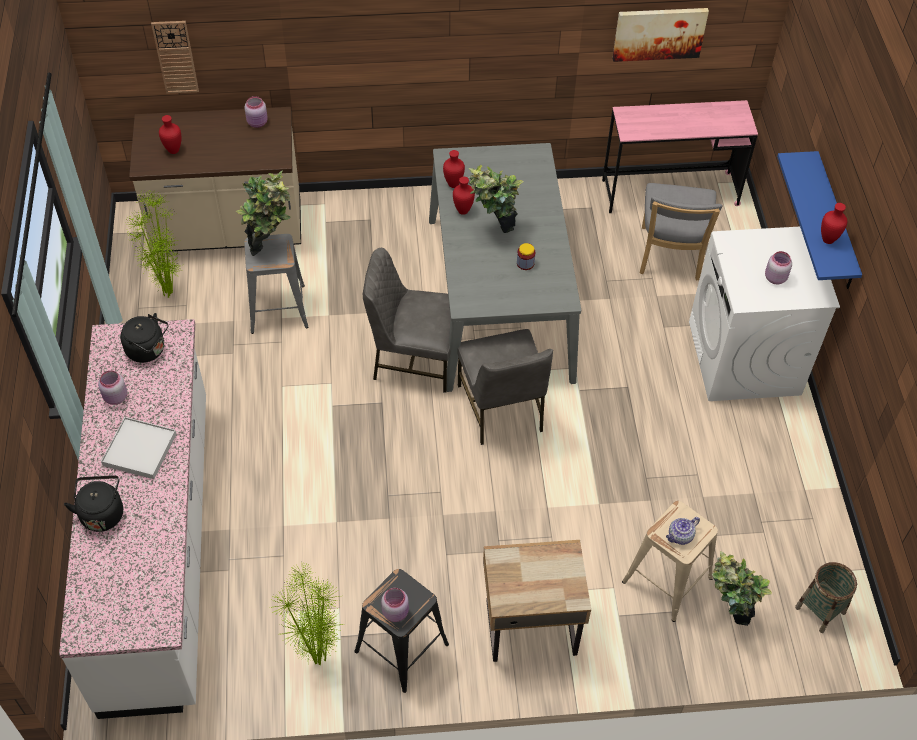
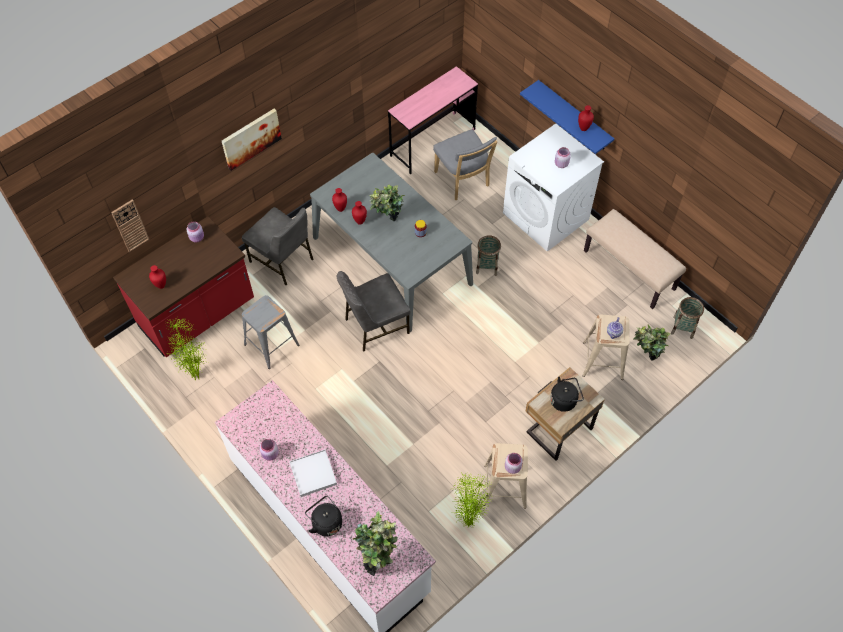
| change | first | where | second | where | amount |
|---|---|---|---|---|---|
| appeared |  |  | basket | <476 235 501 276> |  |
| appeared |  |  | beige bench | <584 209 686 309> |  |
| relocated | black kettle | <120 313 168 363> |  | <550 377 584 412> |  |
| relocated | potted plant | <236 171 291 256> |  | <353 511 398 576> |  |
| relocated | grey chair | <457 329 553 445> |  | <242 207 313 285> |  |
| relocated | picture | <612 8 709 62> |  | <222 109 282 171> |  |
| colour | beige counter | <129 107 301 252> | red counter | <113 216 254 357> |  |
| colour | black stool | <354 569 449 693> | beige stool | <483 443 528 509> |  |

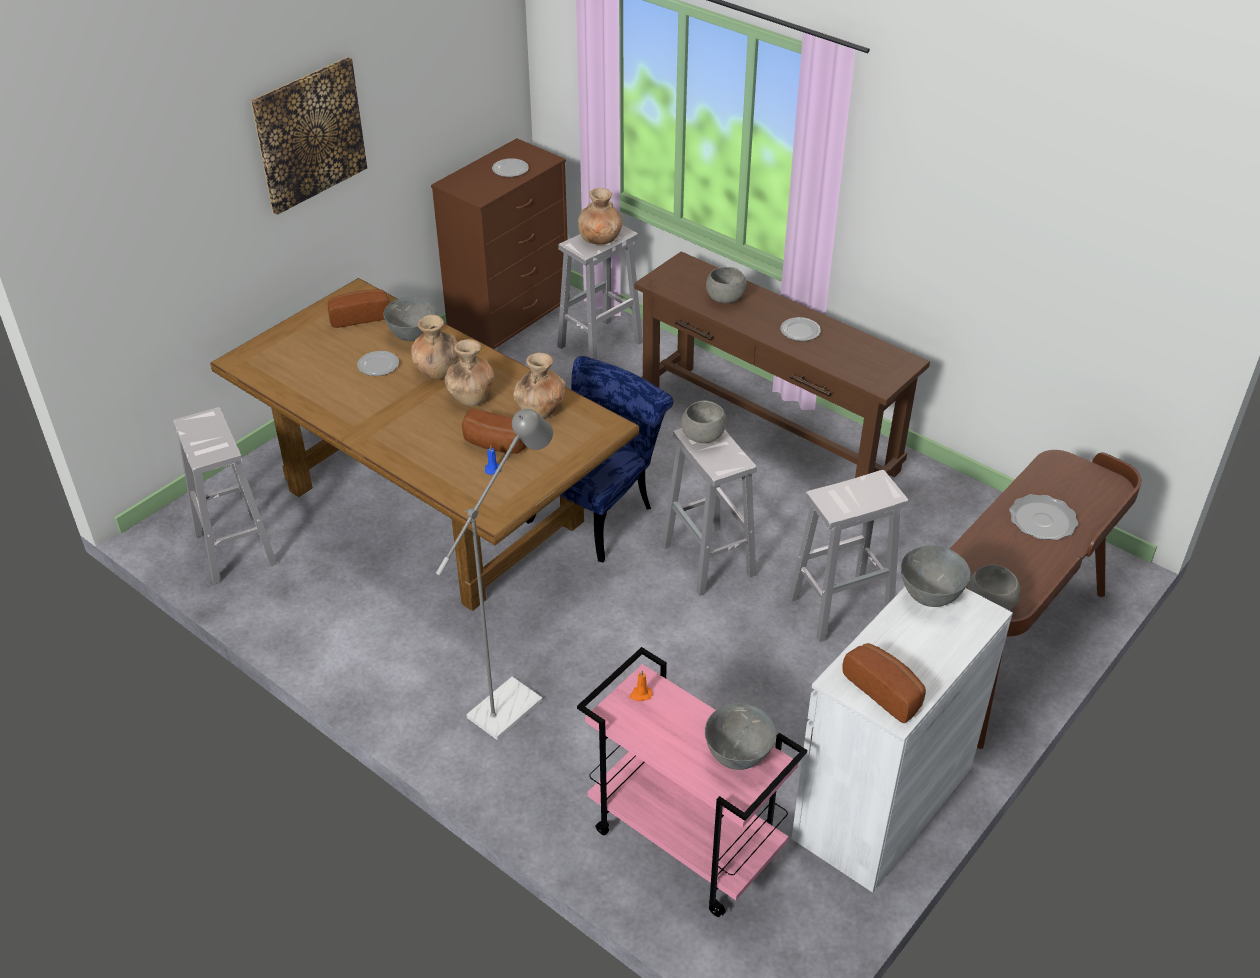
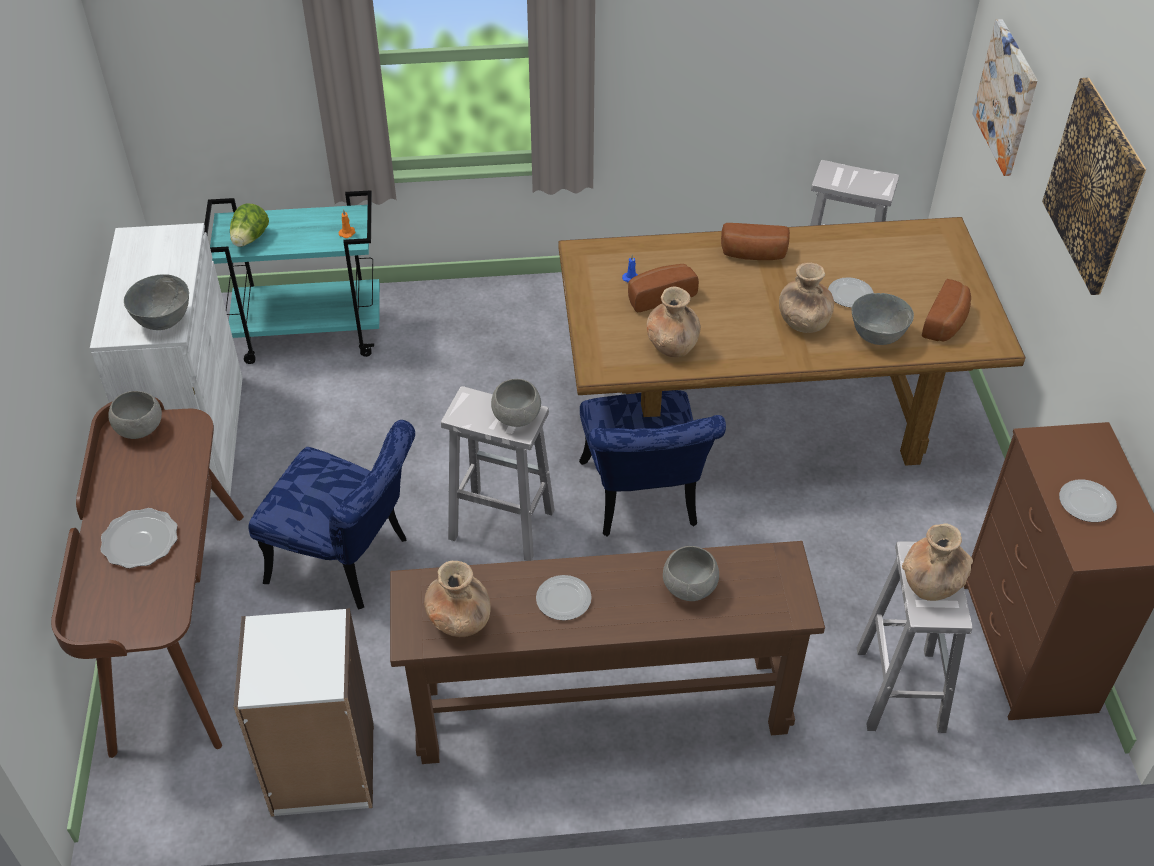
| change | first | where | second | where | amount |
|---|---|---|---|---|---|
| missing | grey floor lamp | <436 409 553 740> |  |  |  |
| appeared |  |  | white bookcase | <234 608 374 817> |  |
| appeared |  |  | picture | <972 19 1038 176> |  |
| relocated | brown vase | <445 339 494 406> |  | <424 561 491 637> |  |
| relocated | bread | <842 643 926 723> |  | <721 223 790 260> |  |
| exchanged | grey bowl | <705 703 776 770> | lettuce | <230 203 269 247> |  |
| exchanged | white stool | <789 470 909 642> | blue chair | <248 420 415 609> |  |
| colour | pink cart | <577 647 807 917> | turquoise cart | <204 190 380 364> |  |

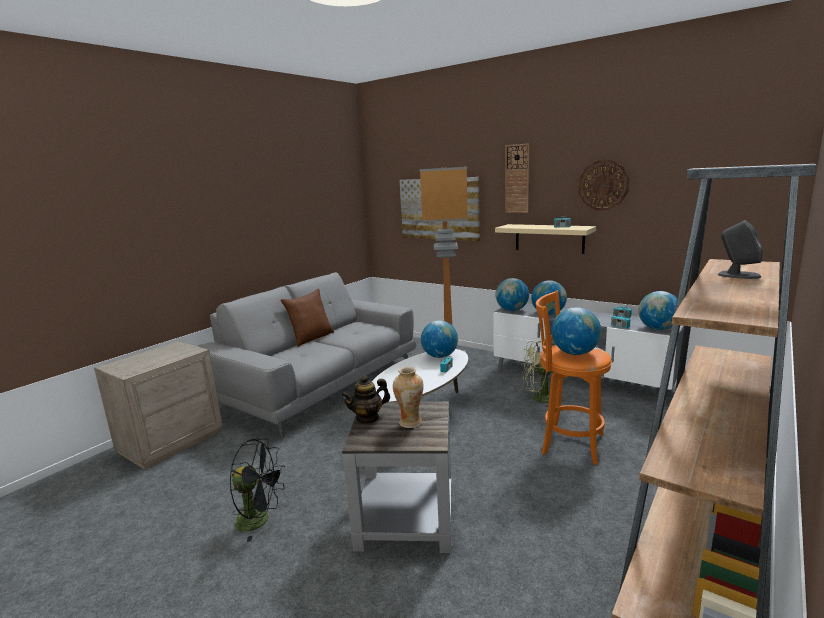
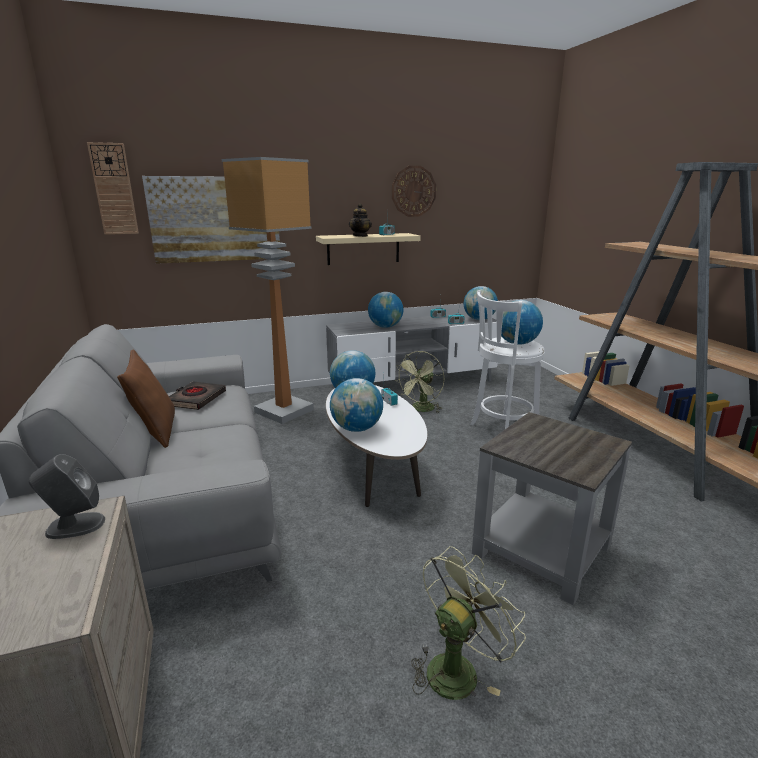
| change | first | where | second | where | amount |
|---|---|---|---|---|---|
| missing | vase | <393 367 423 428> |  |  |  |
| appeared |  |  | black book | <169 381 226 410> |  |
| relocated | teapot | <341 375 390 424> |  | <349 203 372 237> |  |
| relocated | globe | <495 278 529 311> |  | <330 378 383 432> |  |
| relocated | wall clock | <505 143 530 213> |  | <87 142 139 234> |  |
| relocated | grey speaker | <718 220 763 279> |  | <29 454 105 539> |  |
| colour | black fan | <230 439 285 542> | green fan | <411 546 526 700> |  |
| colour | orange stool | <536 291 612 465> | white stool | <470 290 545 429> |  |

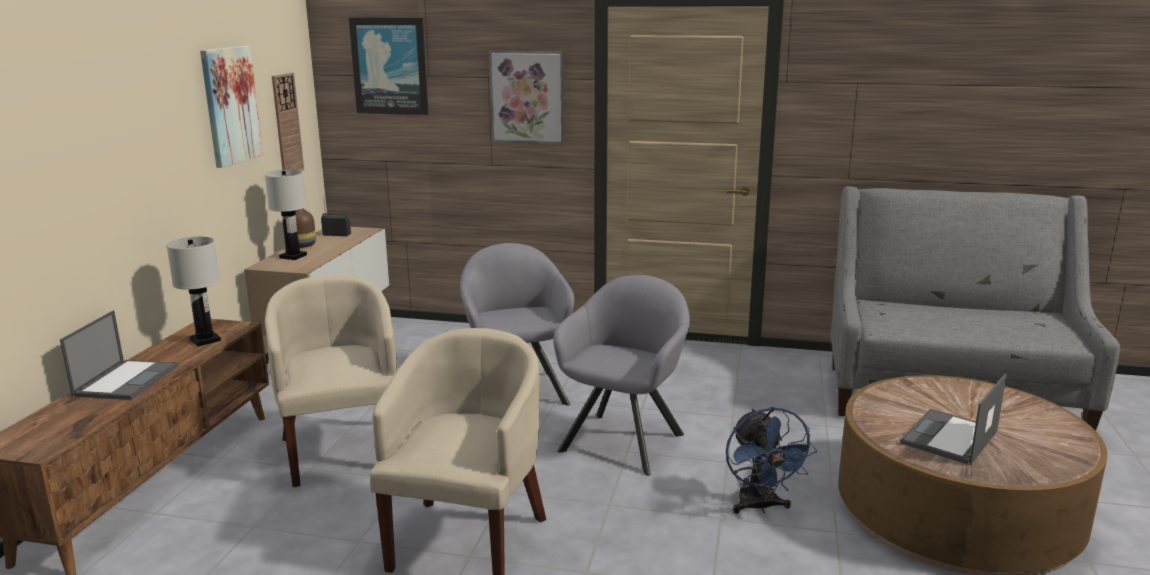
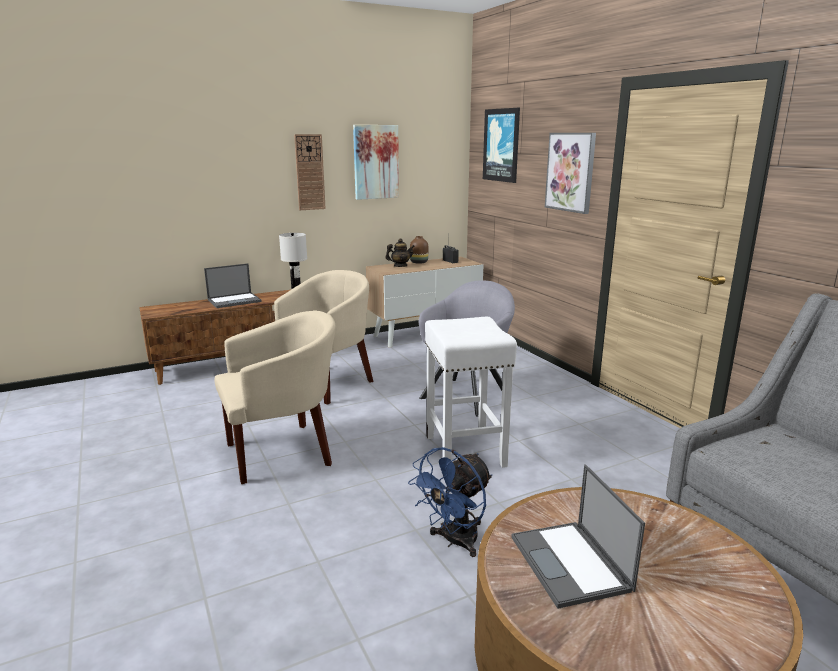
| change | first | where | second | where | amount |
|---|---|---|---|---|---|
| relocated | wall clock | <272 73 304 171> |  | <294 134 326 210> |  |
| exchanged | white table lamp | <265 170 307 260> | teapot | <385 238 415 267> |  |
| exchanged | grey armchair | <553 275 690 476> | white stool | <425 317 517 468> |  |
| spun | laptop | <900 374 1007 465> |  | <511 464 645 609> | 105 degrees counterclockwise |

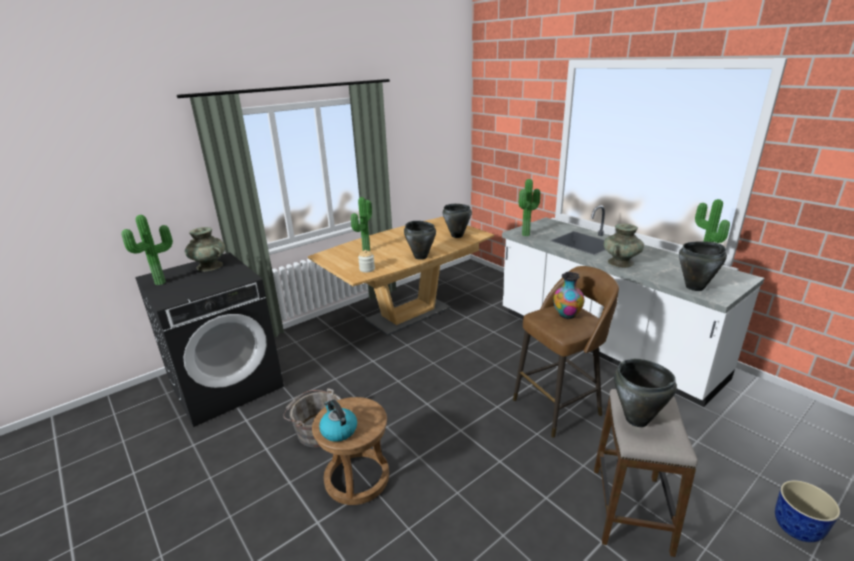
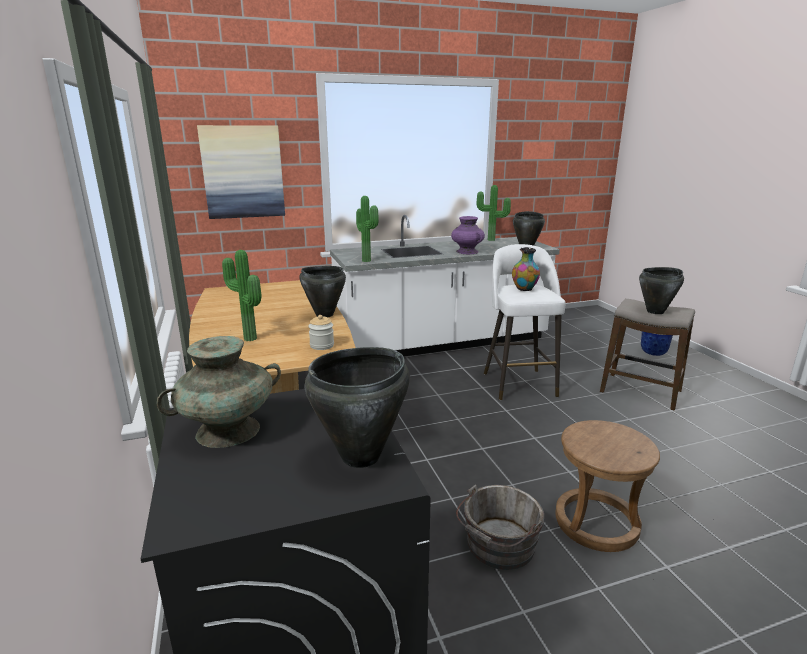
| change | first | where | second | where | amount |
|---|---|---|---|---|---|
| missing | potted plant | <121 215 173 285> |  |  |  |
| missing | kettle | <319 400 357 442> |  |  |  |
| appeared |  |  | picture | <197 125 285 219> |  |
| relocated | black cooking pot | <443 204 472 238> |  | <305 347 410 468> |  |
| colour | brown stool | <513 266 619 438> | white stool | <484 244 566 400> |  |
| colour | turquoise vase | <604 224 644 268> | purple vase | <451 216 485 254> |  |

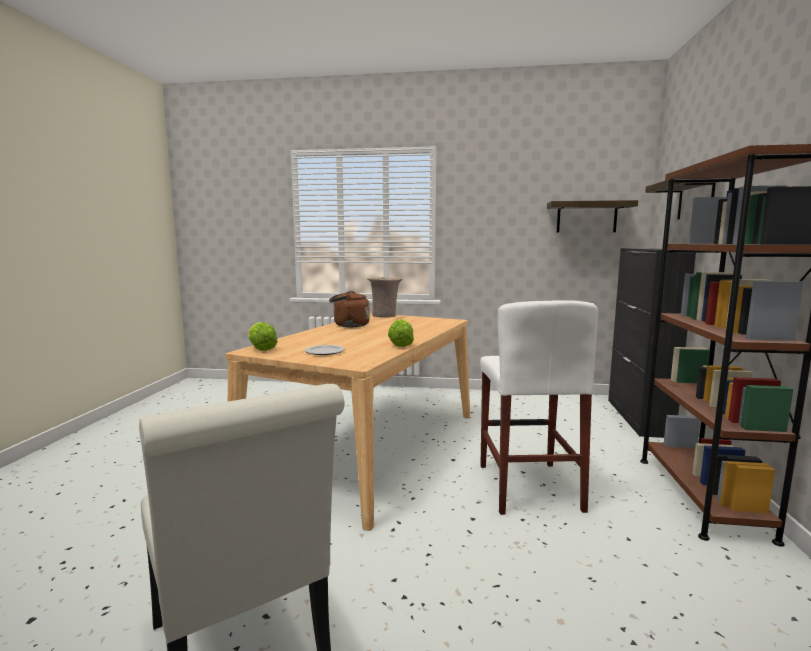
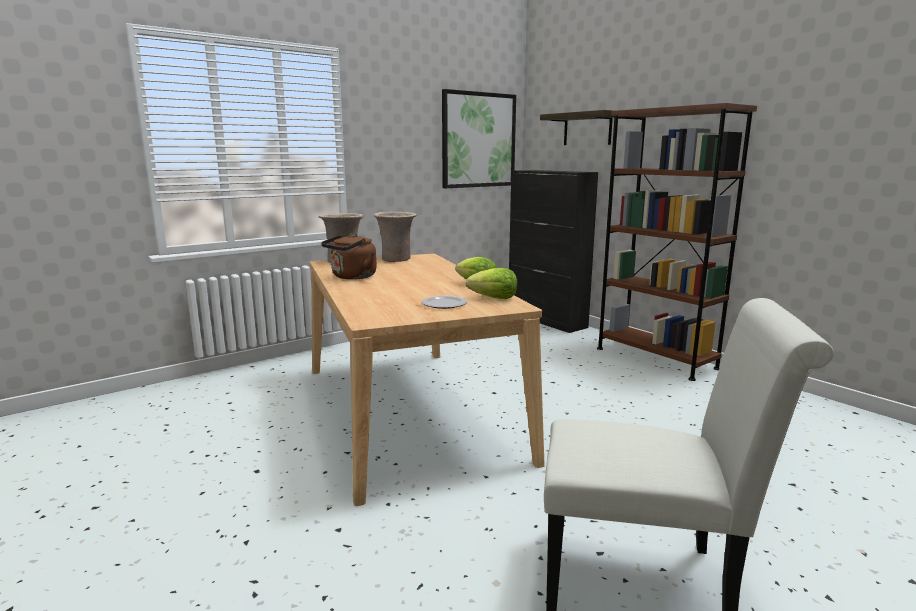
| change | first | where | second | where | amount |
|---|---|---|---|---|---|
| missing | white stool | <480 300 598 515> |  |  |  |
| appeared |  |  | beige vase | <374 211 417 262> |  |
| relocated | lettuce | <249 322 278 351> |  | <466 268 517 299> |  |
| exchanged | shelf | <547 200 638 232> | picture | <442 89 516 188> |  |

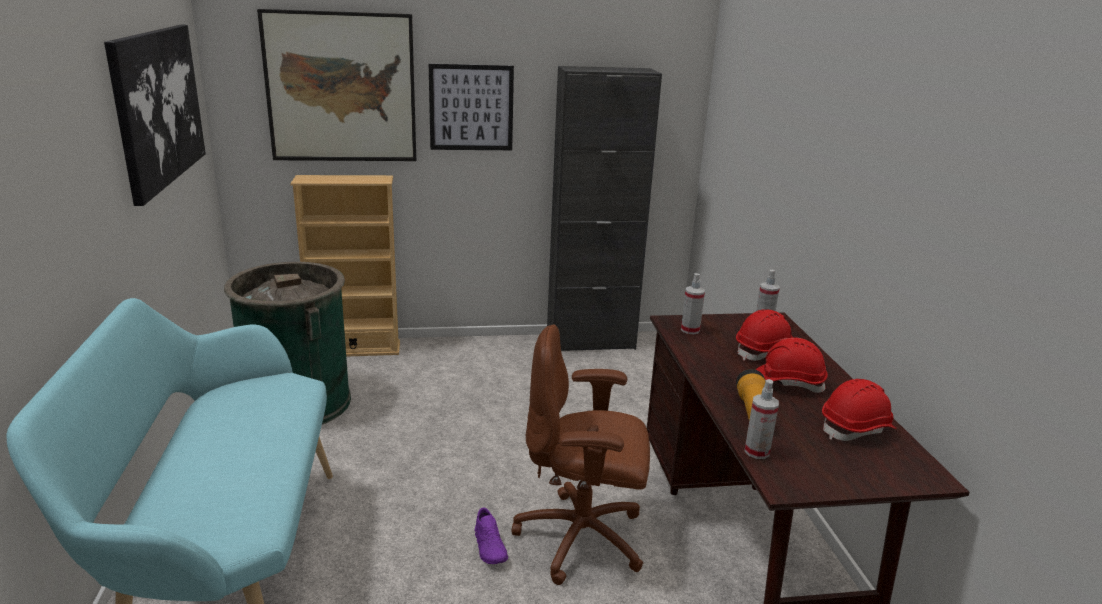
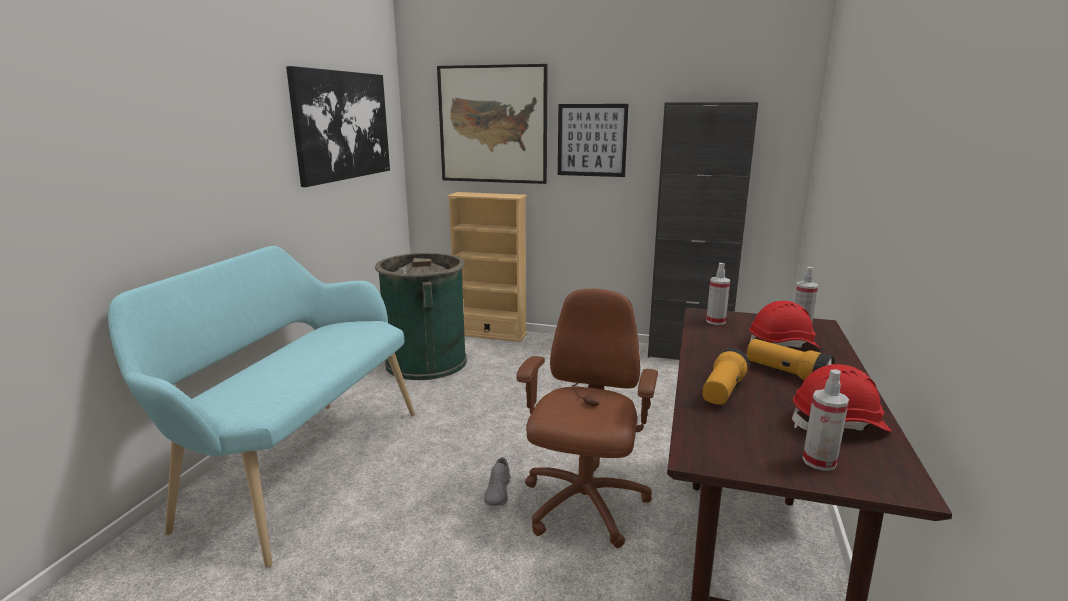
| change | first | where | second | where | amount |
|---|---|---|---|---|---|
| relocated | spray bottle | <745 379 779 459> |  | <802 369 849 471> |  |
| exchanged | red hard hat | <756 338 828 393> | flashlight | <746 339 835 380> |  |
| colour | purple shoe | <474 507 508 564> | grey shoe | <484 457 511 506> |  |
| spun | brown office chair | <511 325 650 585> |  | <516 289 658 548> | 75 degrees clockwise |

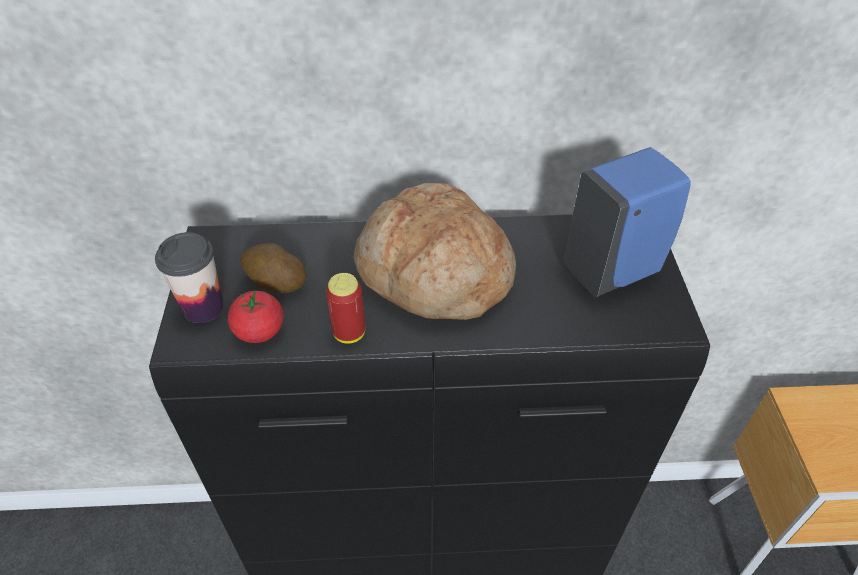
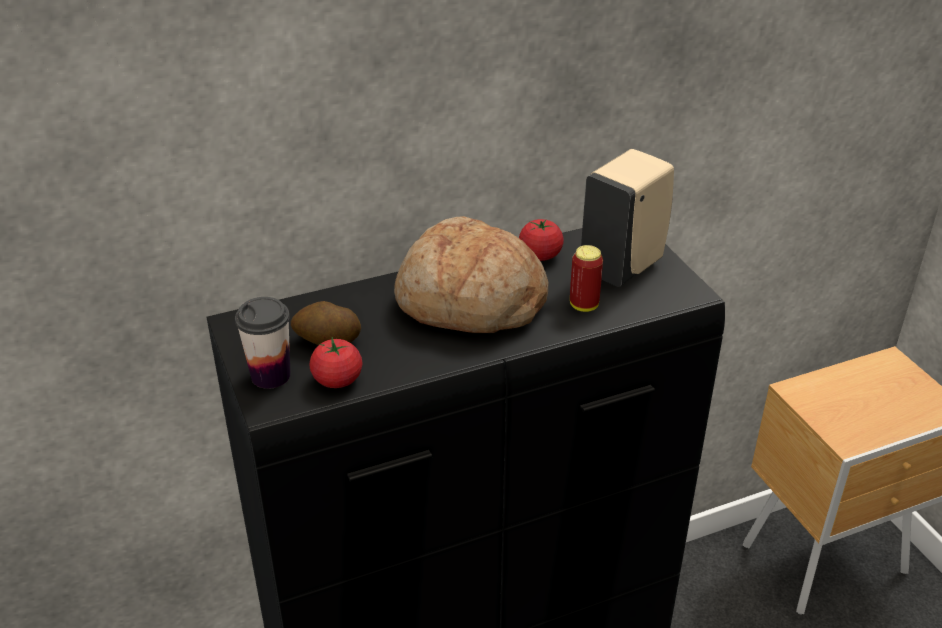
| change | first | where | second | where | amount |
|---|---|---|---|---|---|
| appeared |  |  | tomato | <519 219 564 261> |  |
| relocated | can | <326 273 365 344> |  | <570 245 603 312> |  |
| colour | blue soap dispenser | <564 147 691 297> | beige soap dispenser | <581 149 674 287> |  |

